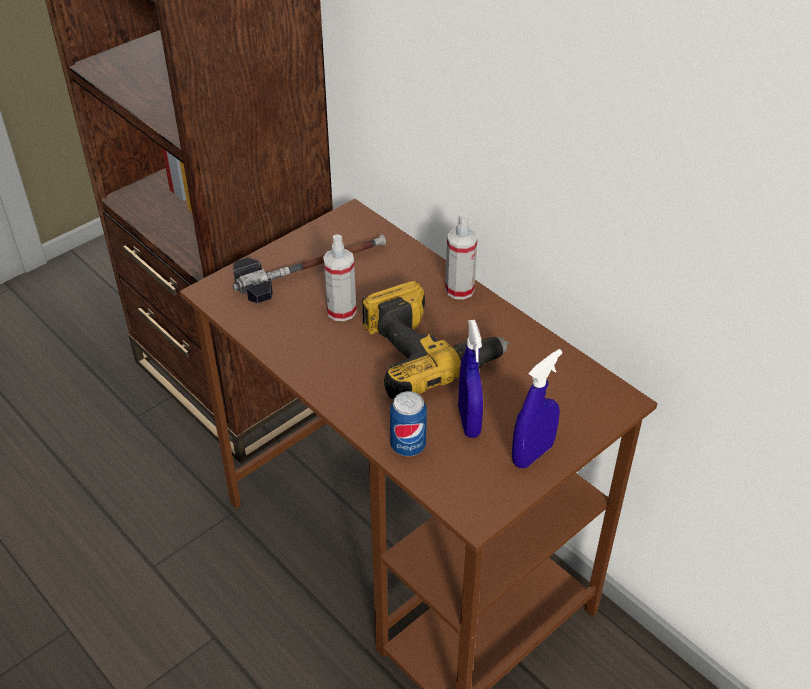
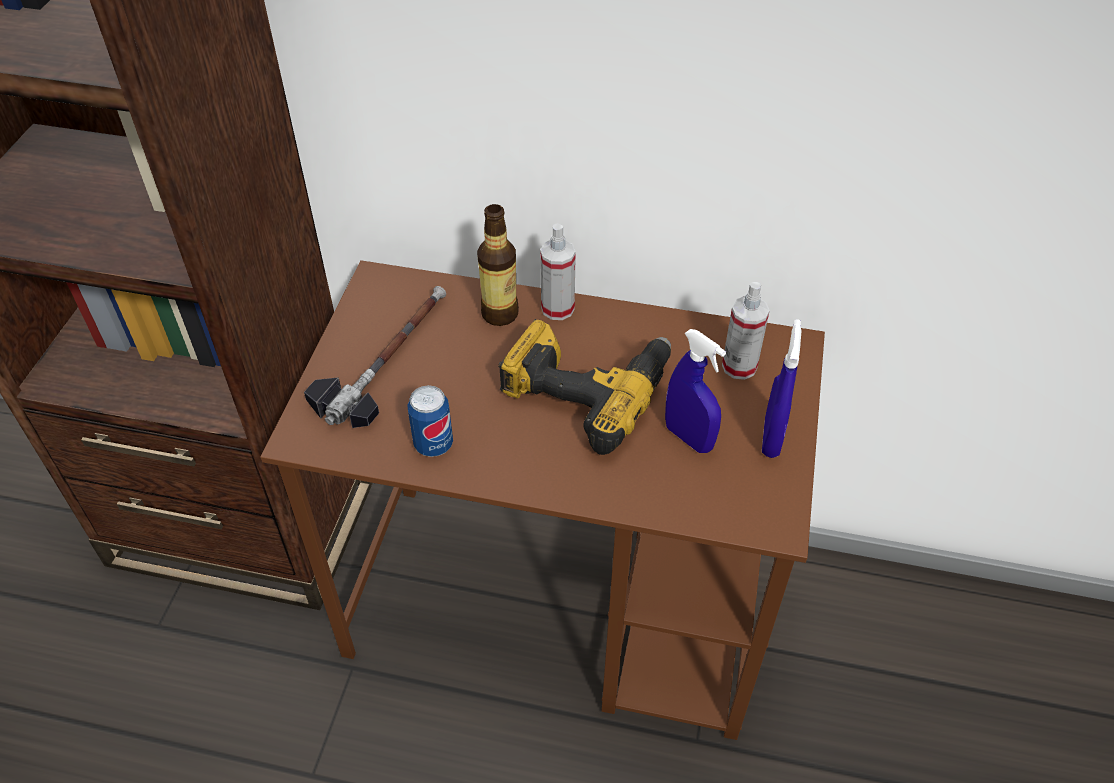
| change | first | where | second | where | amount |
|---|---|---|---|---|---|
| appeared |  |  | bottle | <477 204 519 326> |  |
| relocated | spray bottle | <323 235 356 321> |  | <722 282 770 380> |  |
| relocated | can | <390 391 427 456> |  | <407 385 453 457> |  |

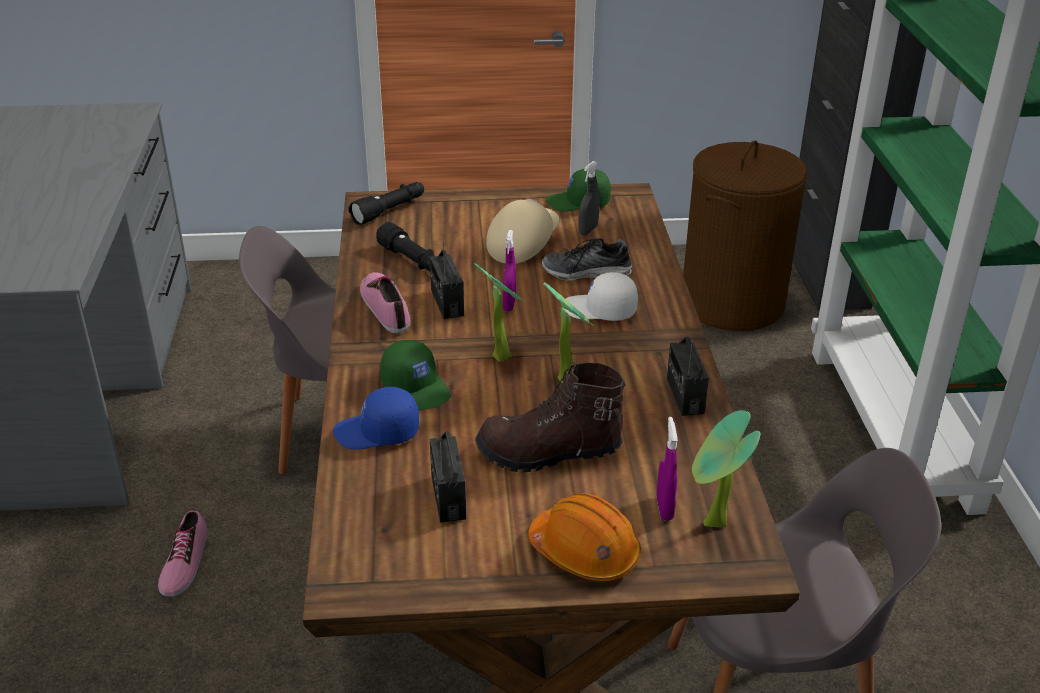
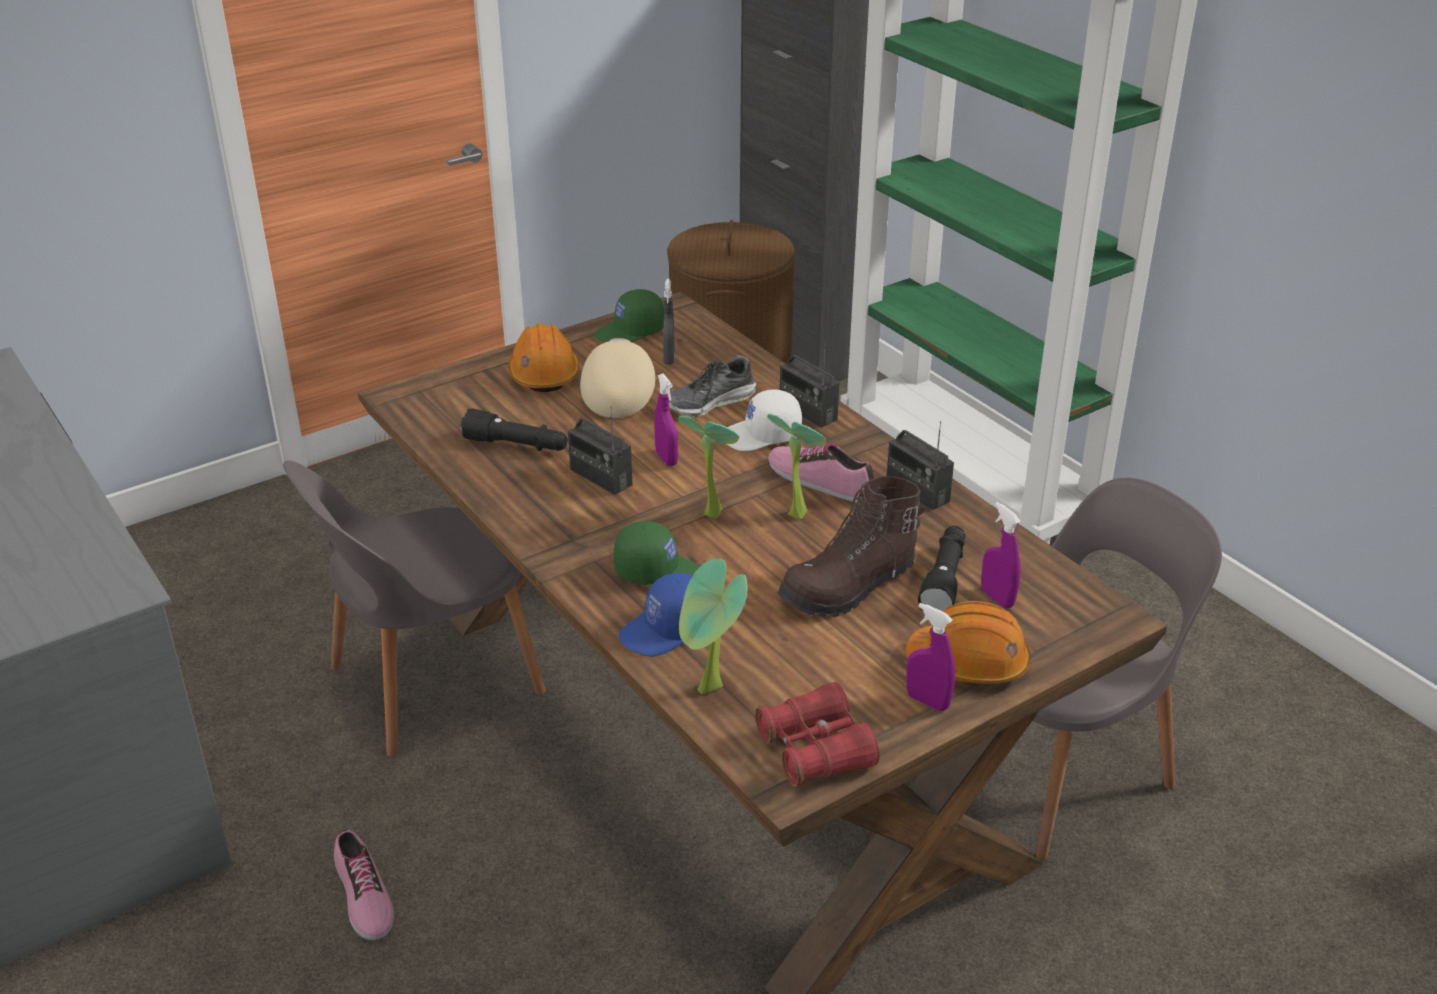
| change | first | where | second | where | amount |
|---|---|---|---|---|---|
| appeared |  |  | orange hard hat | <508 323 579 392> |  |
| appeared |  |  | red binoculars | <755 682 880 786> |  |
| appeared |  |  | purple spray bottle | <907 603 955 711> |  |
| relocated | black flashlight | <348 182 424 225> |  | <918 526 965 611> |  |
| relocated | shoe | <360 272 410 333> |  | <768 443 874 503> |  |
| relocated | radio | <430 432 466 523> |  | <779 343 839 428> |  |
| relocated | potted plant | <692 410 761 527> |  | <679 559 748 694> |  |

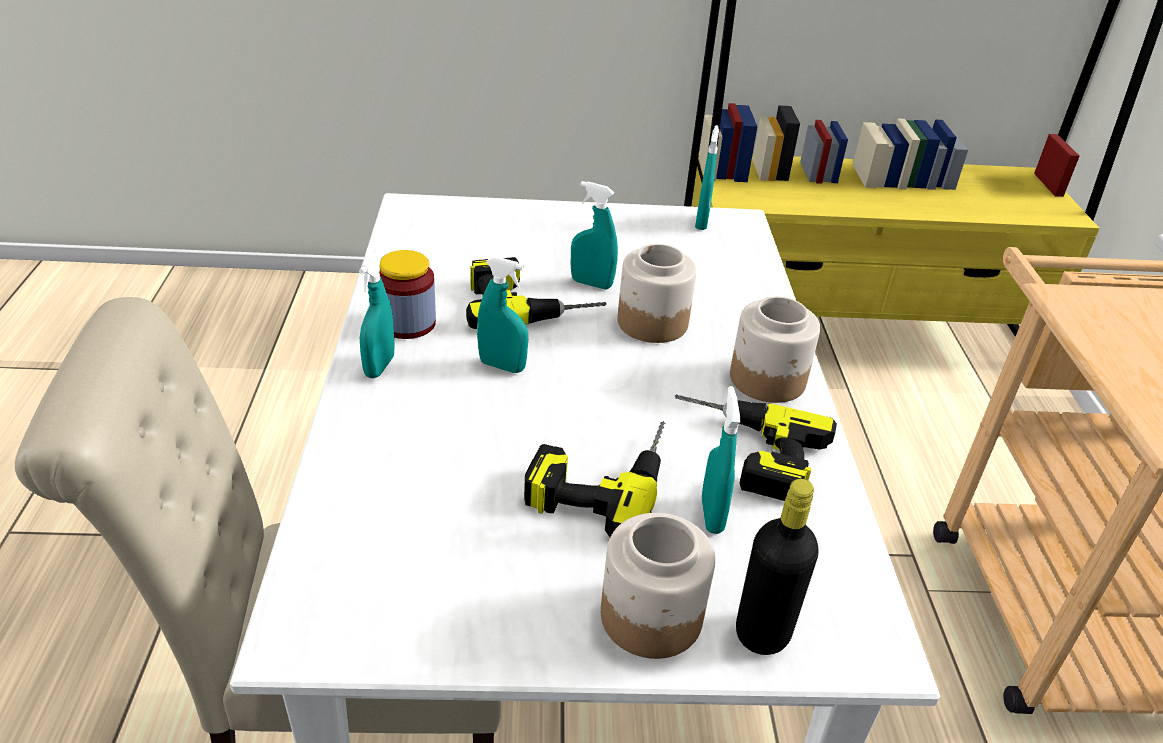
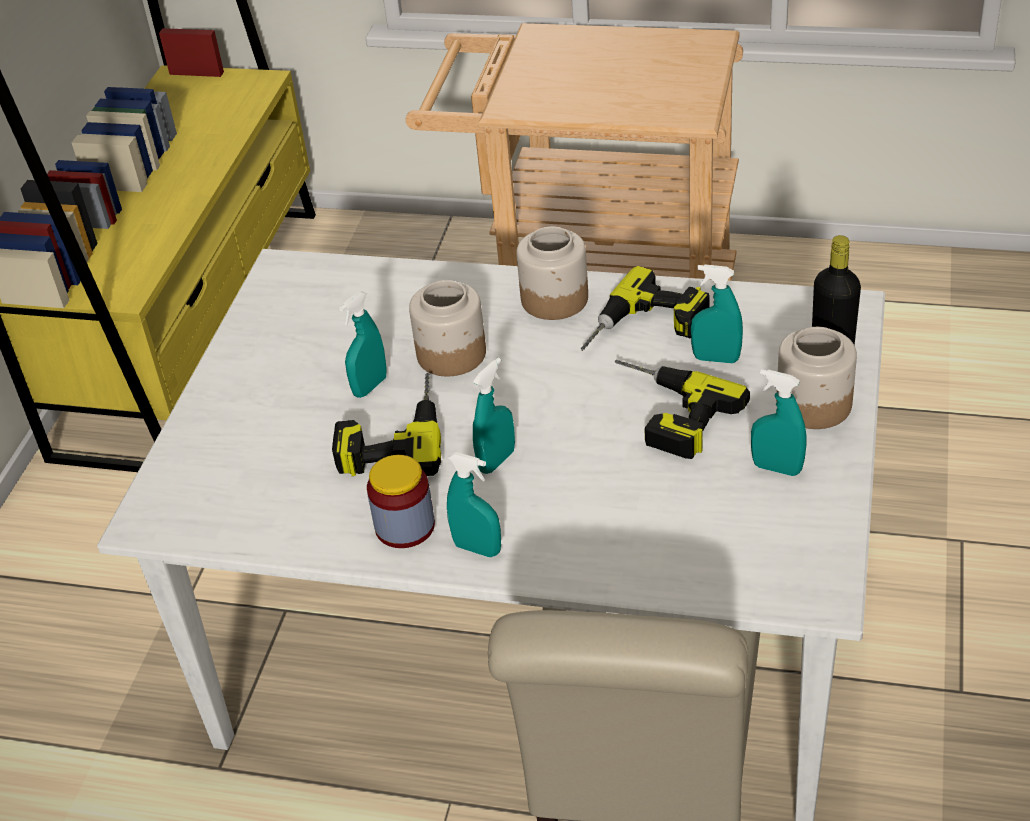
| change | first | where | second | where | amount |
|---|---|---|---|---|---|
| relocated | turquoise spray bottle | <695 125 719 230> |  | <751 369 806 476> |  |

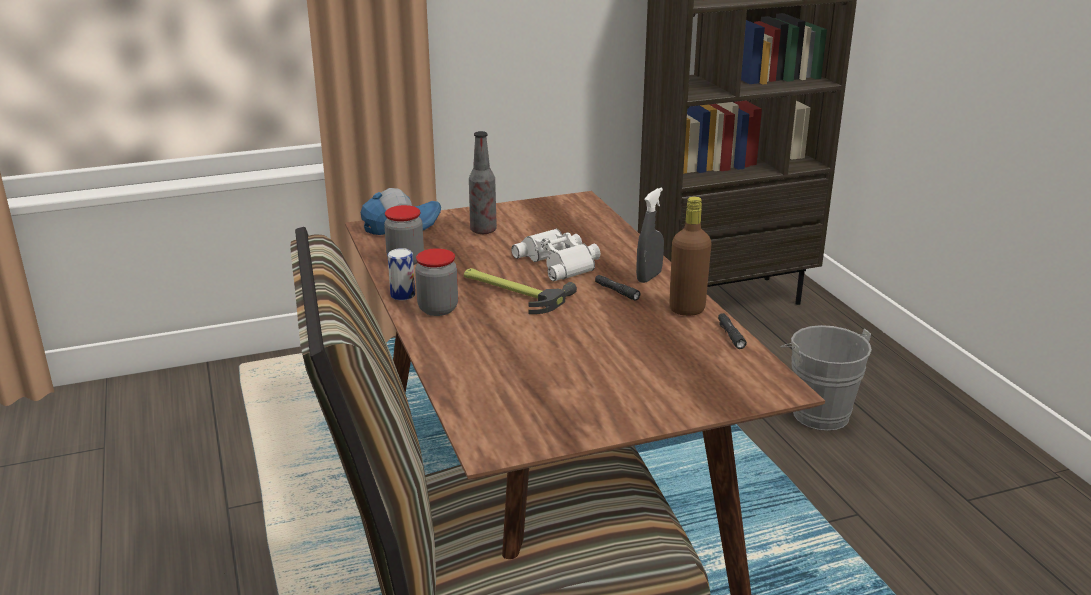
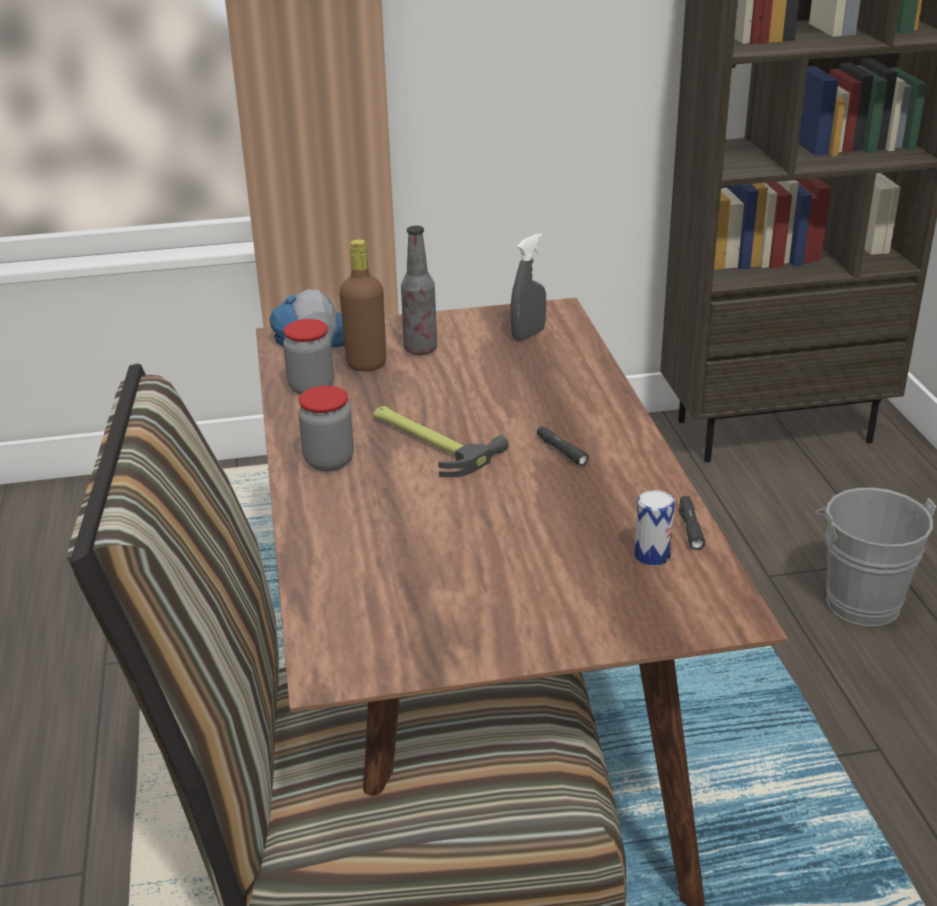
| change | first | where | second | where | amount |
|---|---|---|---|---|---|
| missing | white binoculars | <511 229 600 281> |  |  |  |
| relocated | can | <388 248 415 300> |  | <634 490 675 566> |  |
| relocated | grey spray bottle | <636 188 664 283> |  | <510 233 546 341> |  |
| relocated | brown bottle | <670 197 711 316> |  | <339 239 386 371> |  |

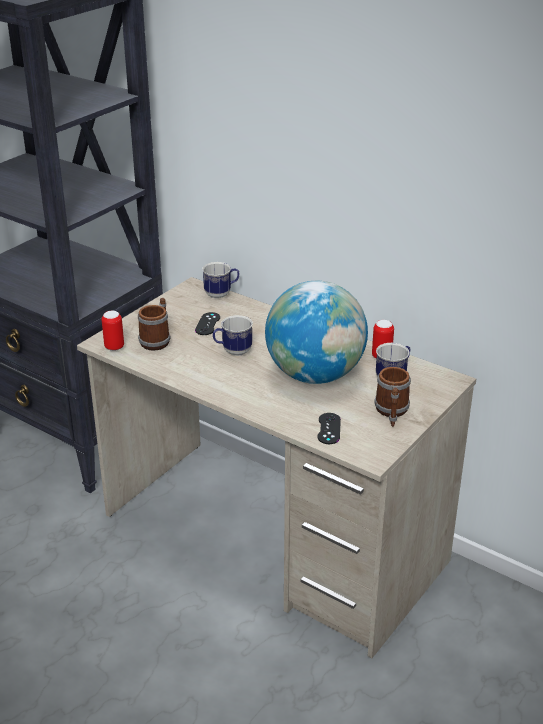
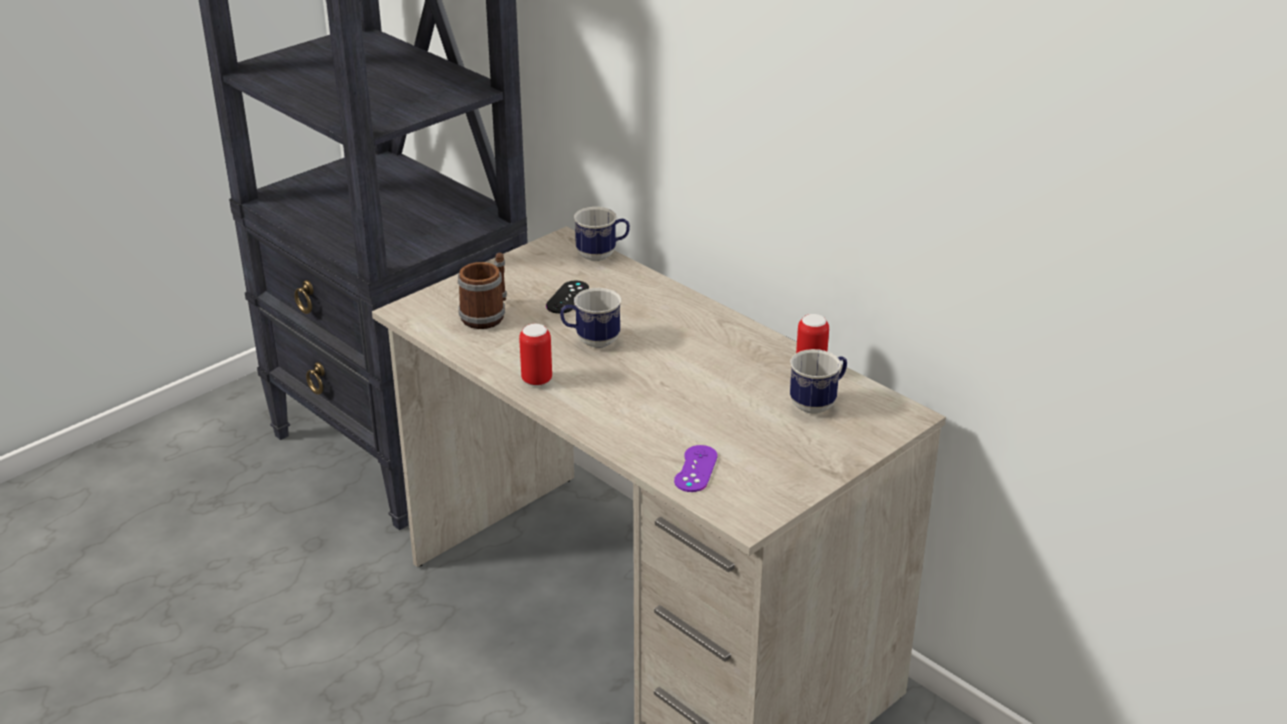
| change | first | where | second | where | amount |
|---|---|---|---|---|---|
| missing | globe | <265 281 368 384> |  |  |  |
| missing | mug | <374 367 411 427> |  |  |  |
| relocated | can | <102 311 124 351> |  | <519 324 552 386> |  |
| colour | black game controller | <317 413 341 444> | purple game controller | <674 445 718 492> |  |

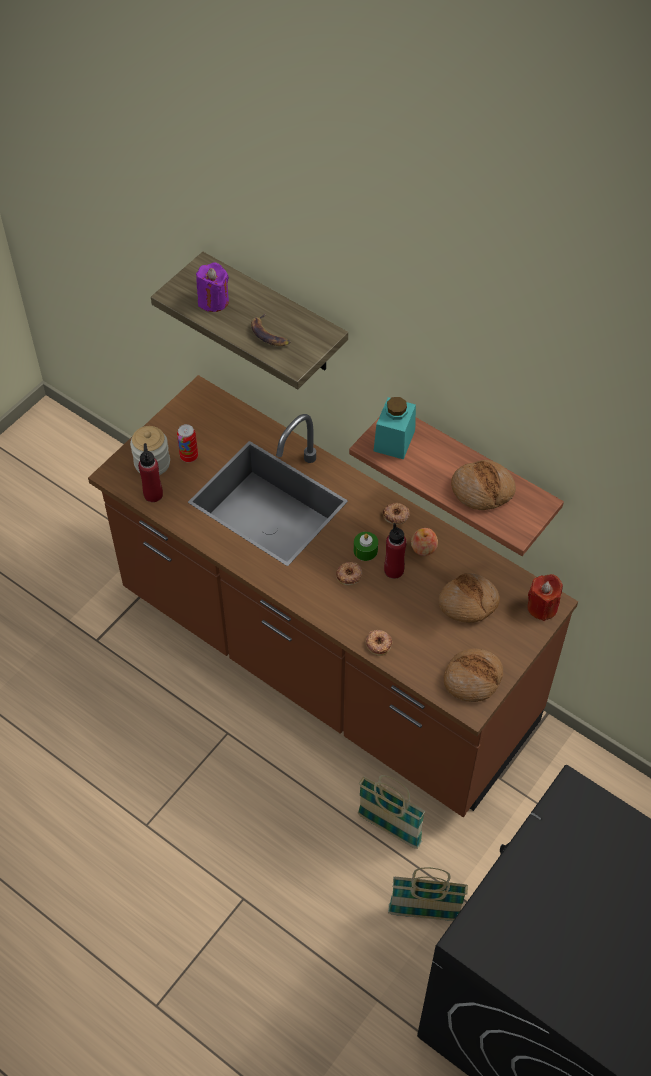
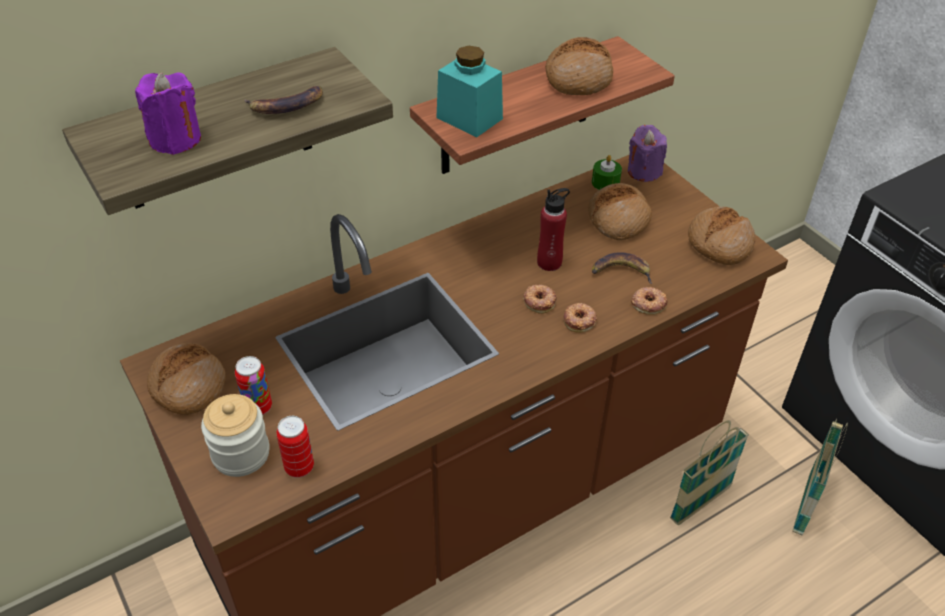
| change | first | where | second | where | amount |
|---|---|---|---|---|---|
| missing | apple | <411 528 438 556> |  |  |  |
| appeared |  |  | bread | <147 343 226 415> |  |
| appeared |  |  | banana | <592 252 652 284> |  |
| relocated | green candle | <354 532 378 561> |  | <592 155 622 190> |  |
| relocated | donut | <383 503 410 525> |  | <563 303 597 333> |  |
| exchanged | red bottle | <138 443 163 502> | can | <276 416 314 478> |  |
| colour | red candle | <528 574 563 621> | purple candle | <628 125 667 182> |  |

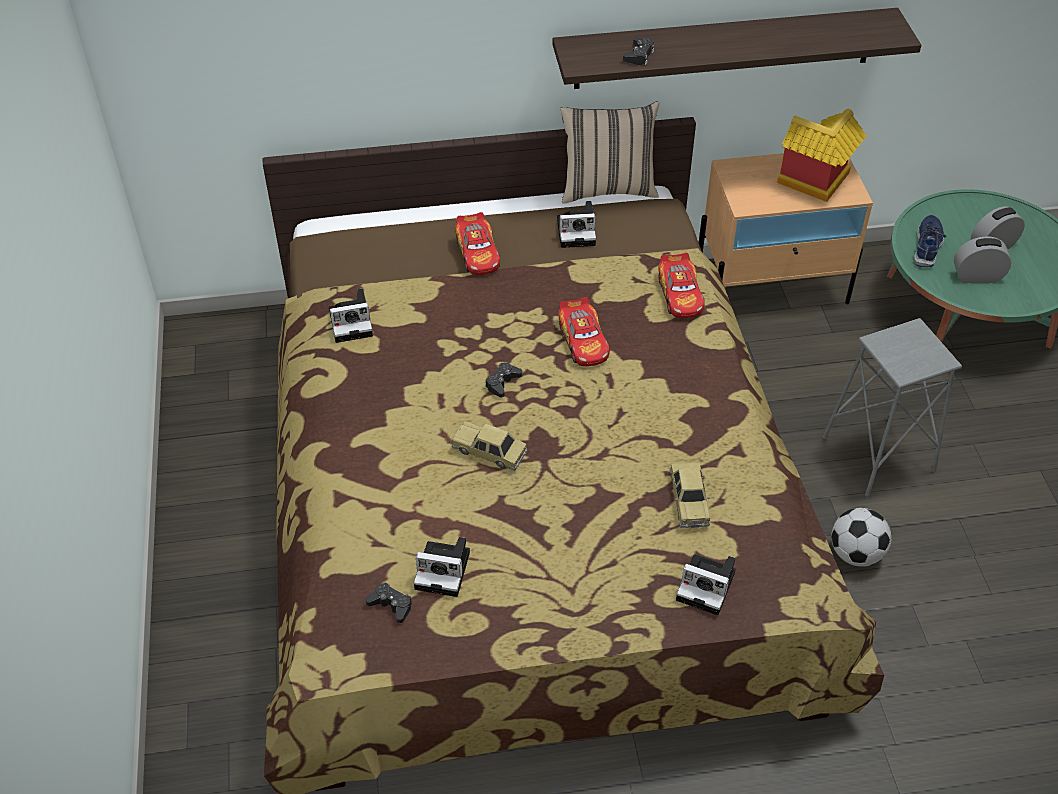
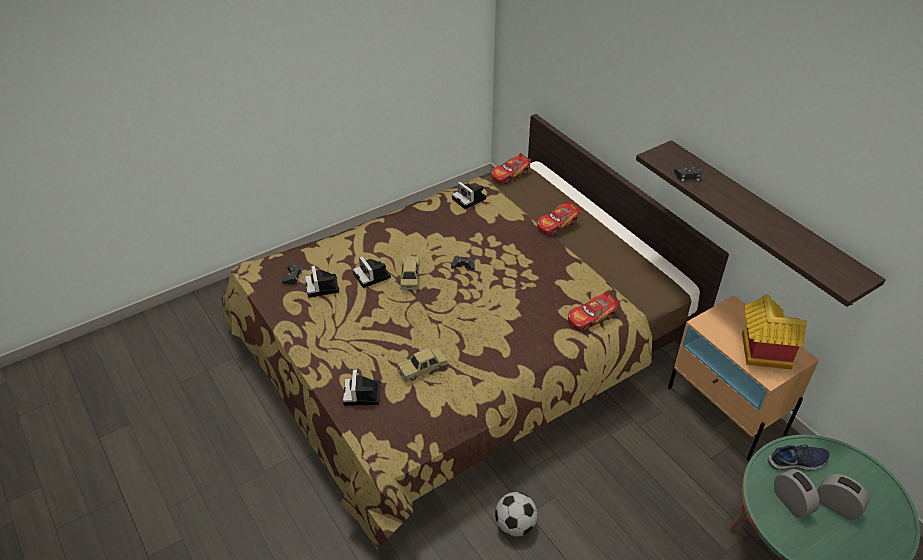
| change | first | where | second | where | amount |
|---|---|---|---|---|---|
| missing | beige pillow | <560 101 659 204> |  |  |  |
| missing | grey stool | <822 318 962 497> |  |  |  |
| relocated | photo camera | <557 201 596 248> |  | <353 256 391 288> |  |
| relocated | toy car | <558 297 610 366> |  | <491 153 531 184> |  |

